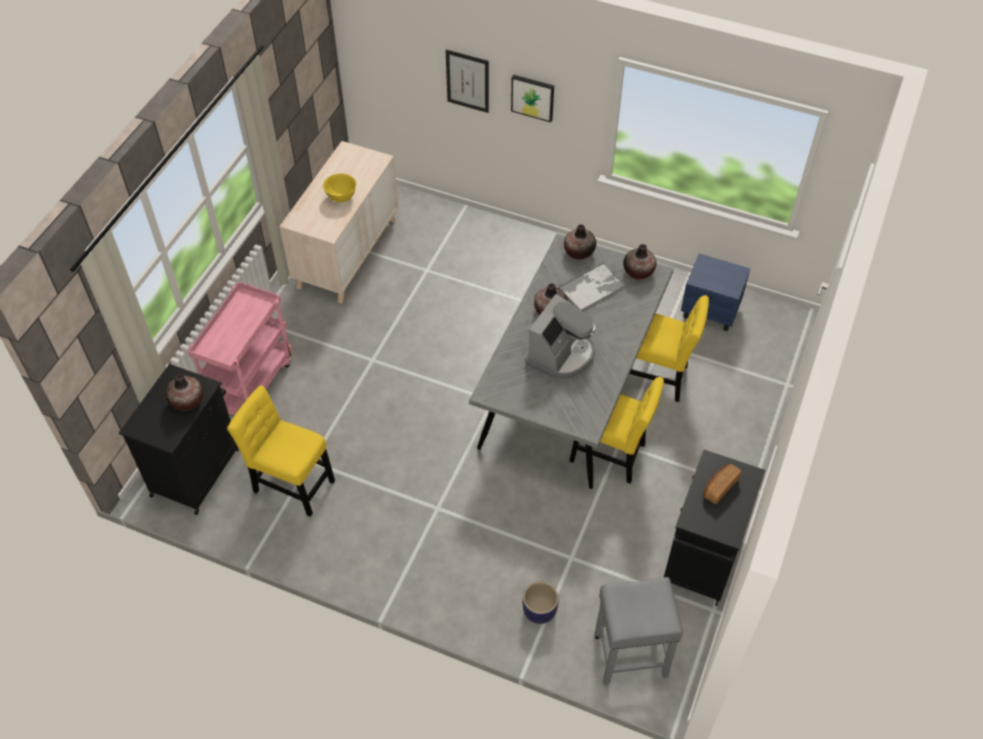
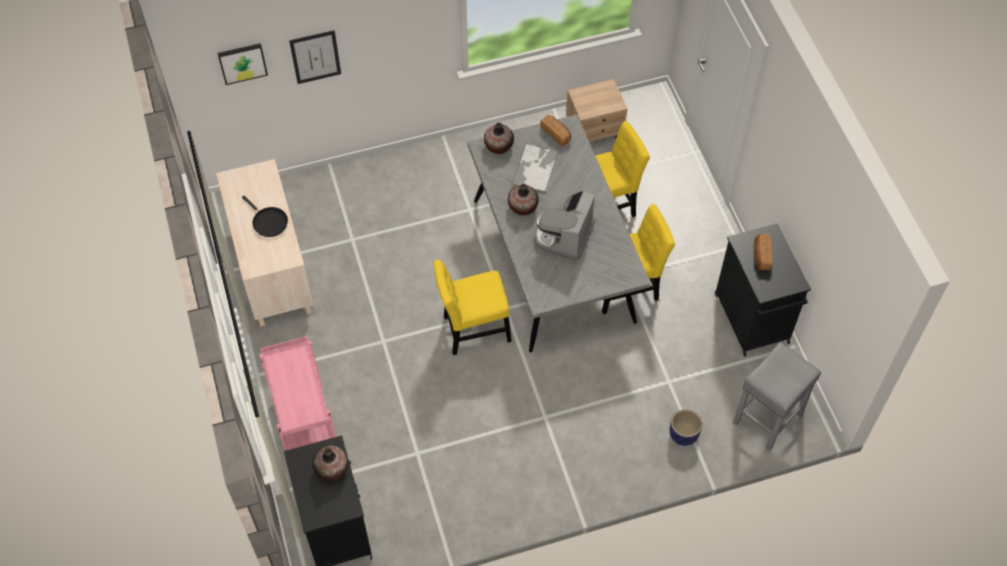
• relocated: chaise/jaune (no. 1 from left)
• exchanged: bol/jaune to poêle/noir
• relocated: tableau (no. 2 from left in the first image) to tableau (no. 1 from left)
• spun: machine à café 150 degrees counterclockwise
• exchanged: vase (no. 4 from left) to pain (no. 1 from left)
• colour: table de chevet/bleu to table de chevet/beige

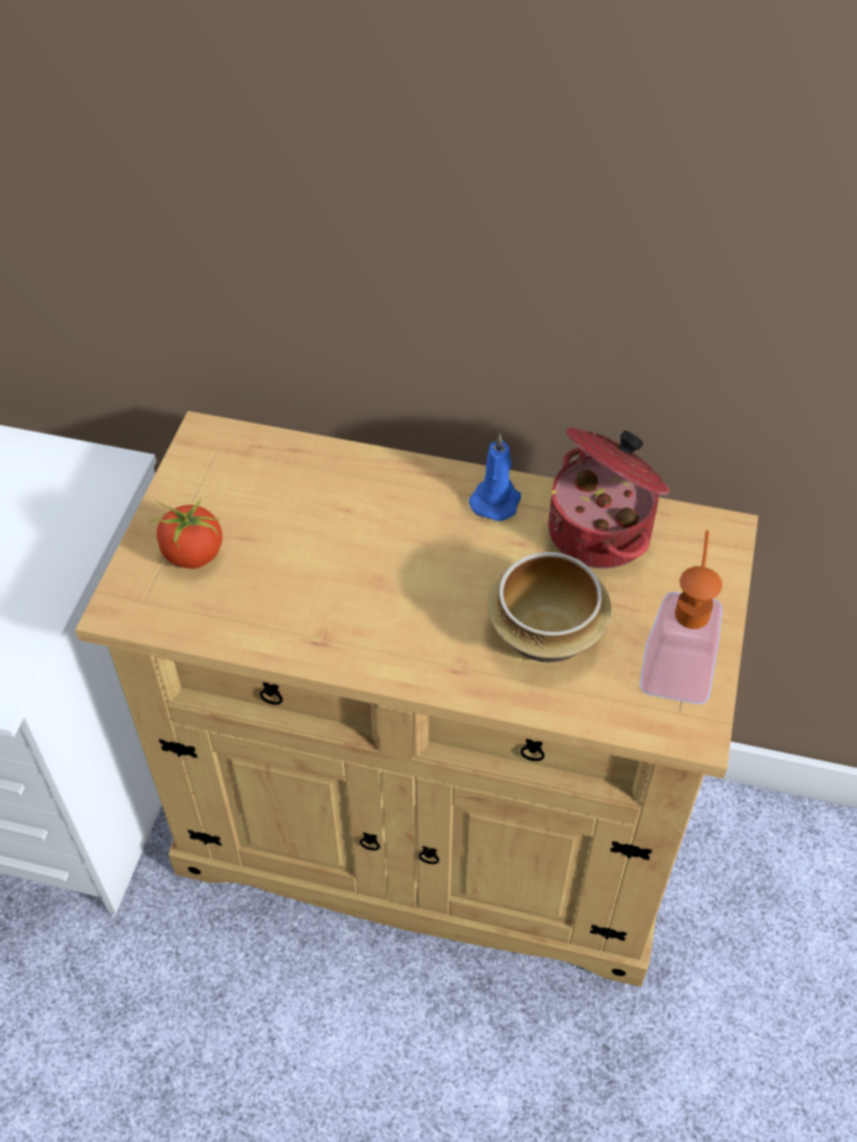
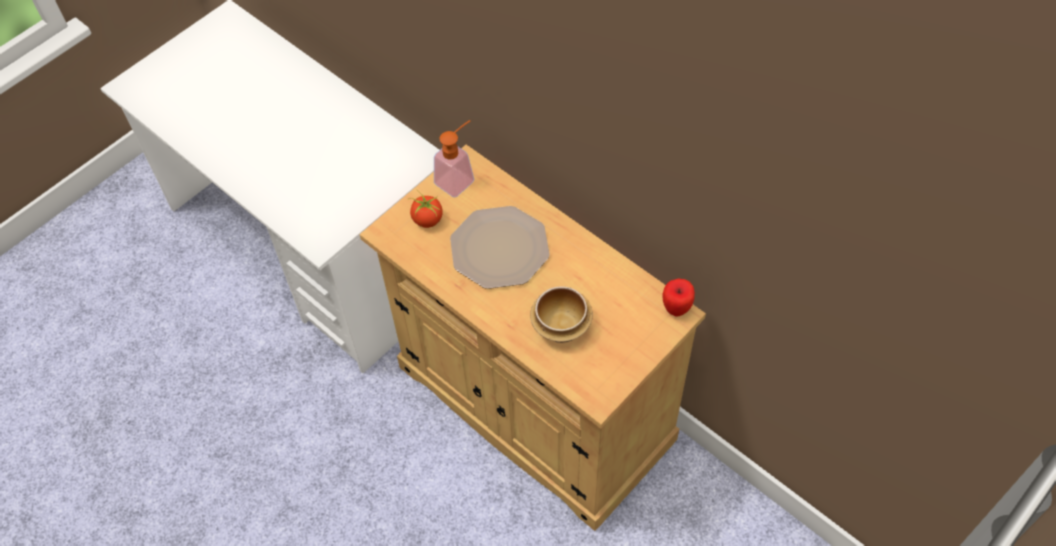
• missing: bougie/bleu
• missing: marmite
• relocated: distributeur de savon
• appeared: assiette
• appeared: pomme

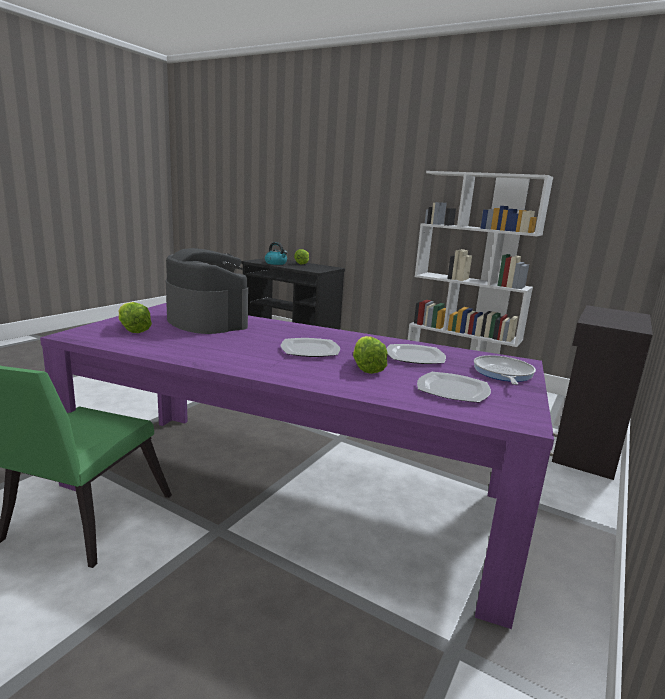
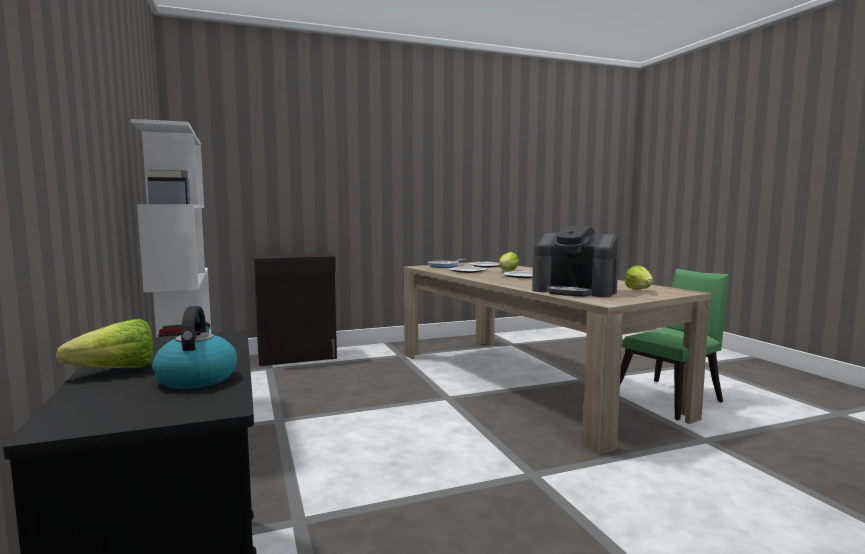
• colour: table à manger/violet to table à manger/beige
• spun: machine à café 60 degrees counterclockwise

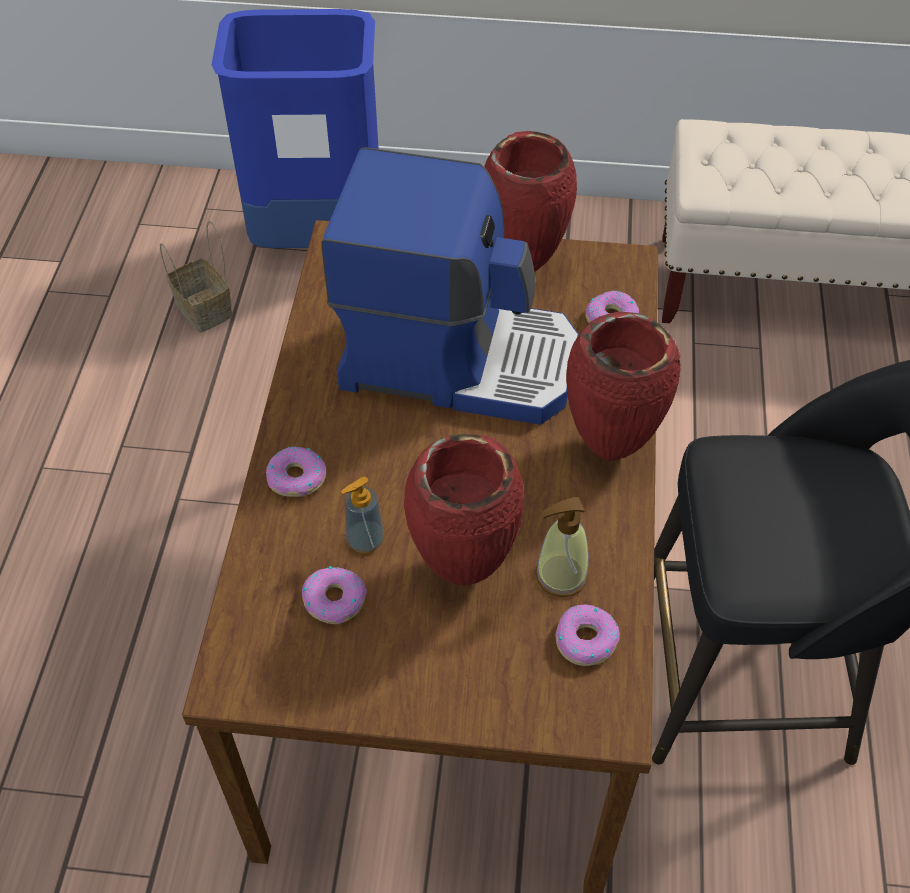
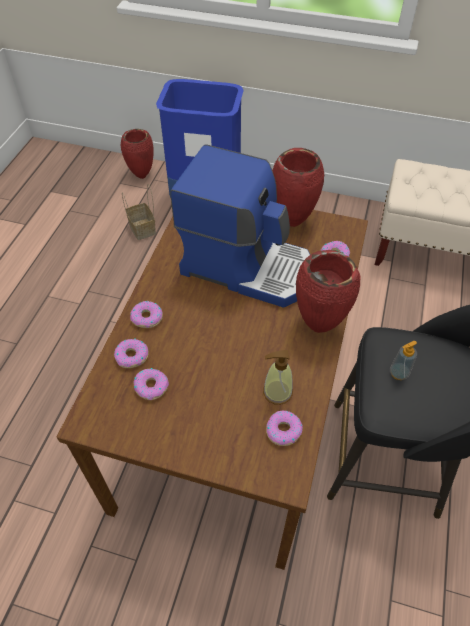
• relocated: distributeur de savon (no. 1 from left in the first image) to distributeur de savon (no. 2 from left)
• relocated: vase/rouge (no. 1 from left)
• appeared: beignet (no. 1 from left)

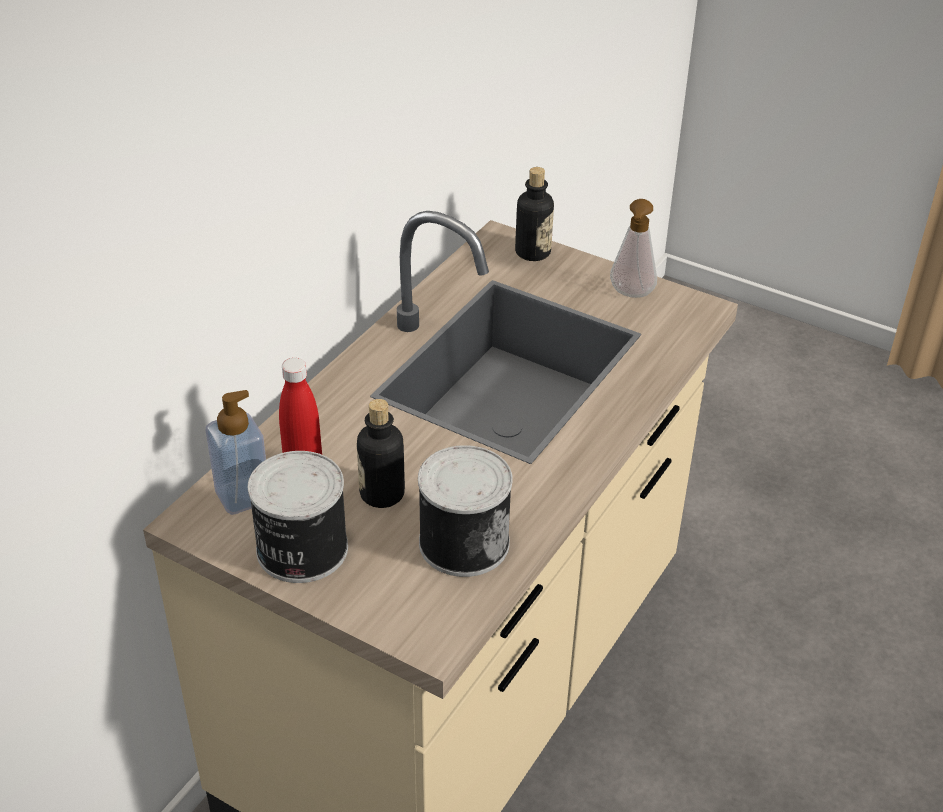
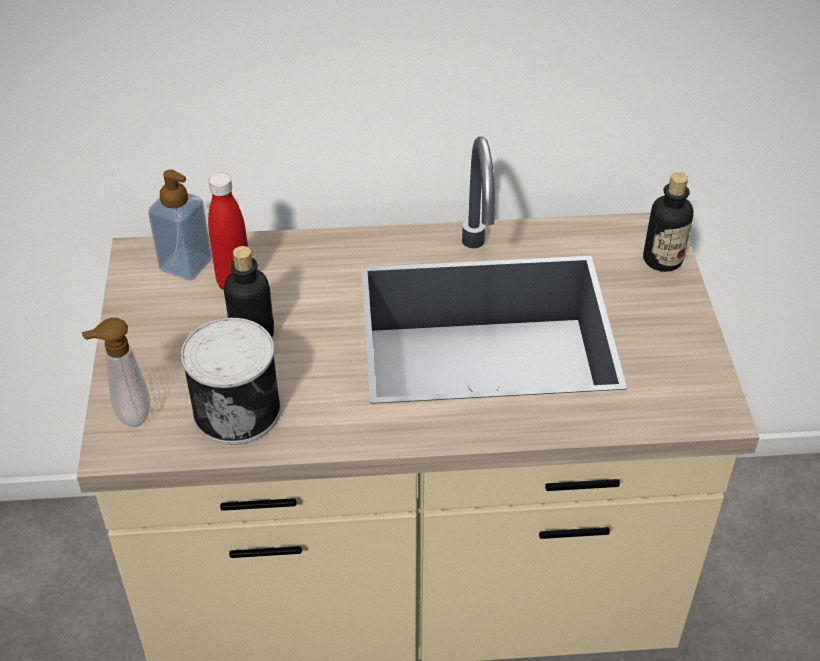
• missing: boîte métallique (no. 1 from left)
• relocated: distributeur de savon (no. 2 from left in the first image) to distributeur de savon (no. 1 from left)

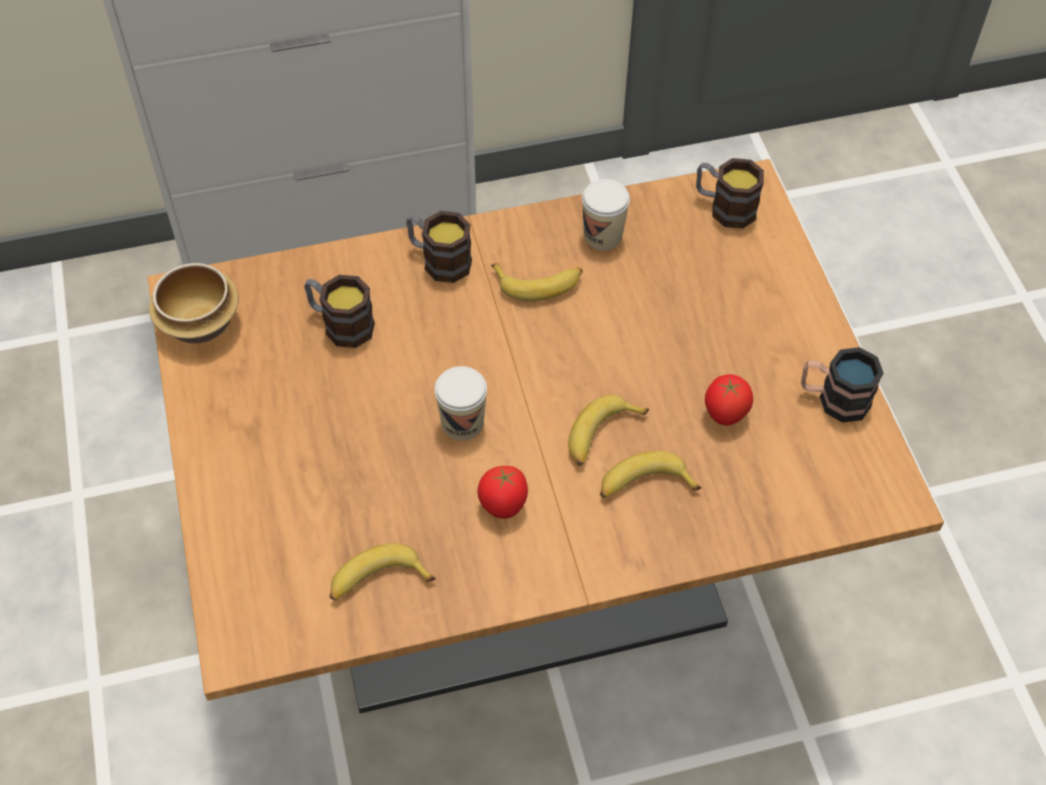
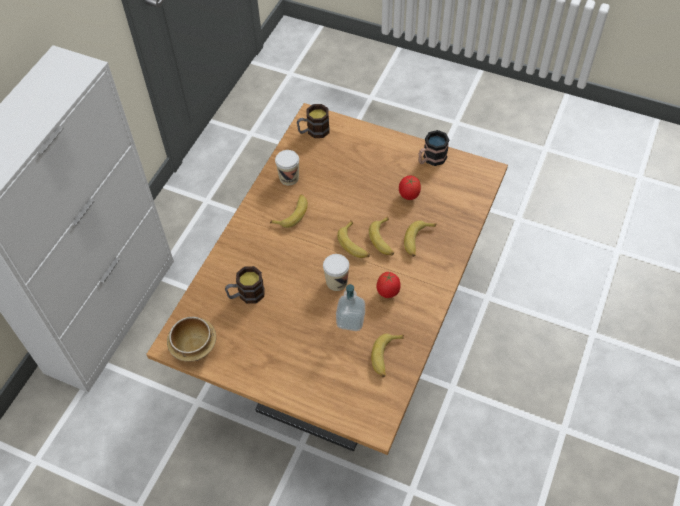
• missing: mug (no. 2 from left)
• appeared: distributeur de savon
• appeared: banane (no. 2 from left)

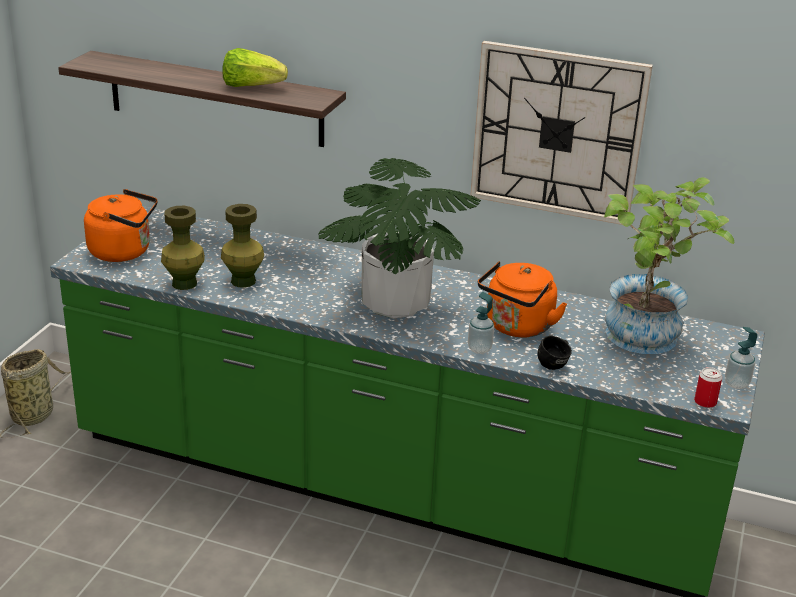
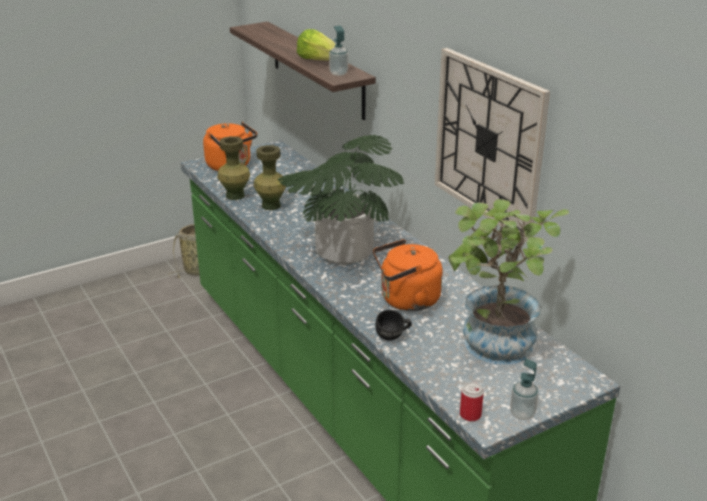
• relocated: distributeur de savon (no. 1 from left)

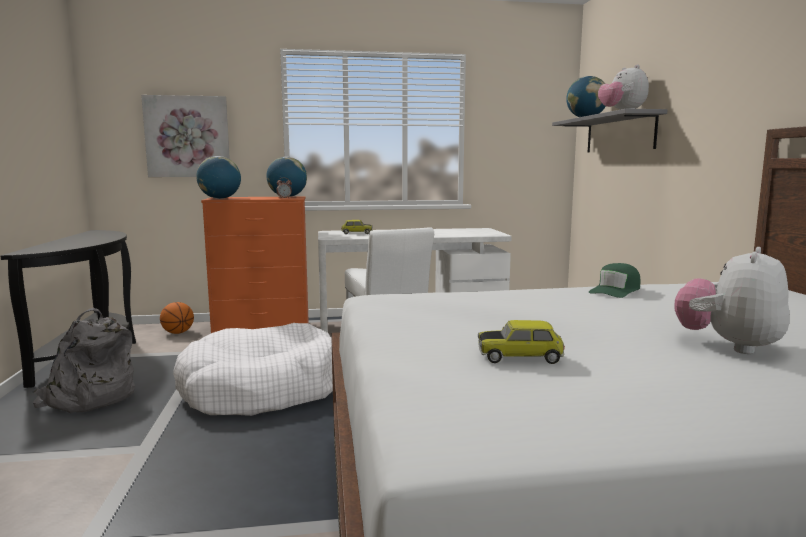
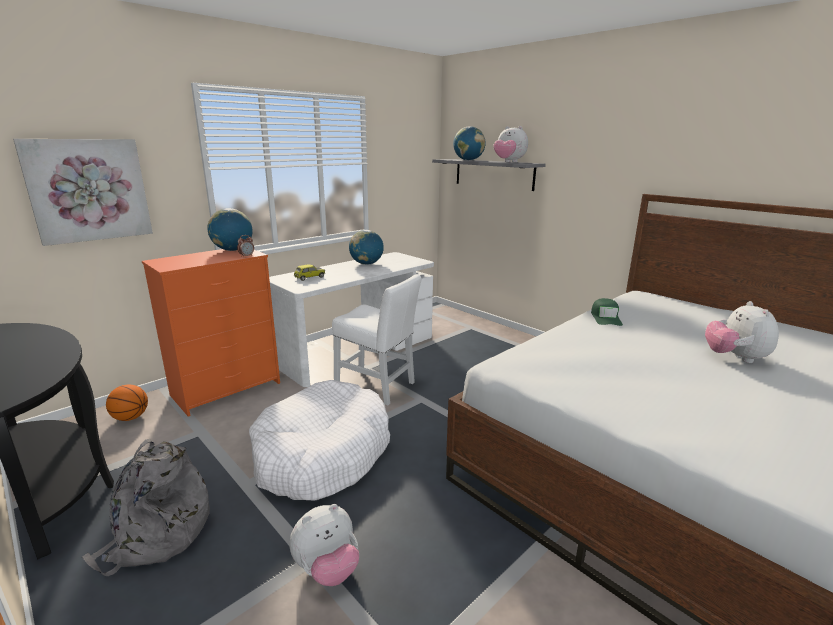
• relocated: globe (no. 1 from left in the first image) to globe (no. 2 from left)
• missing: petite voiture (no. 2 from left)
• appeared: peluche (no. 1 from left)

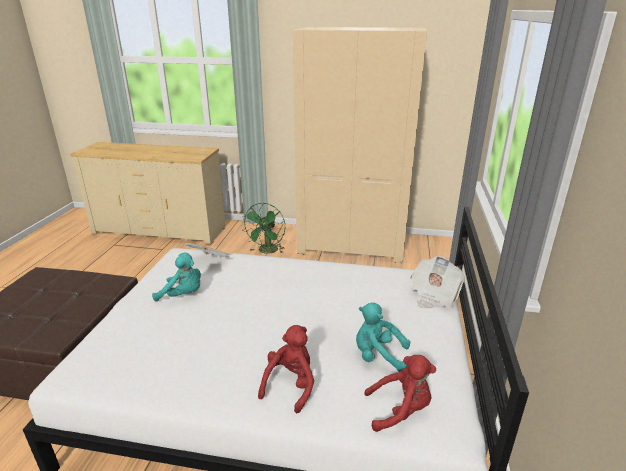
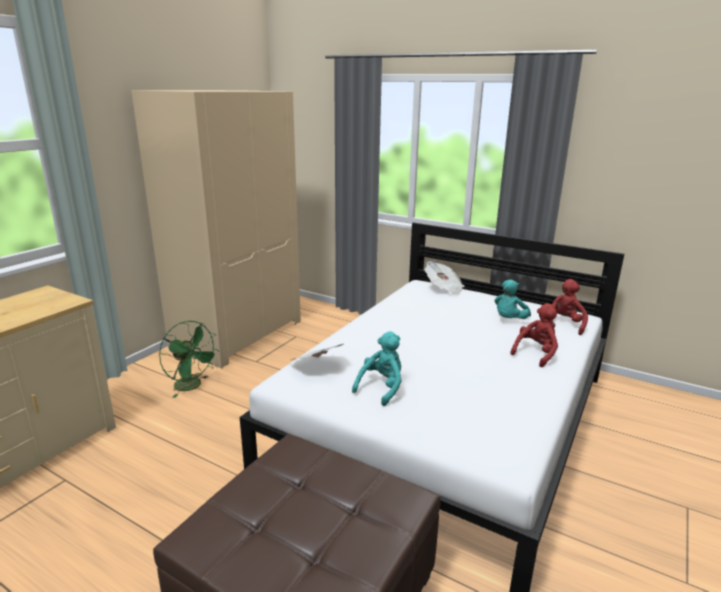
• spun: peluche/rouge (no. 1 from left) 90 degrees clockwise

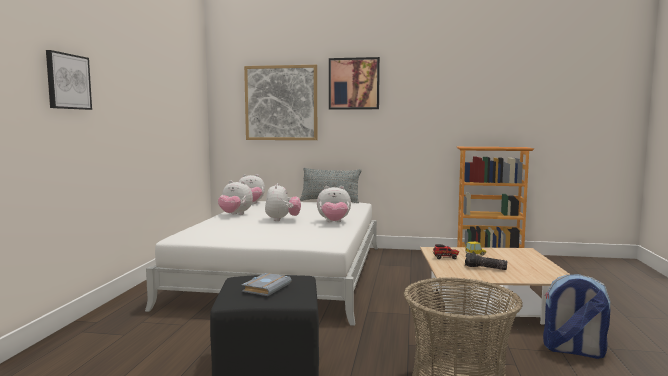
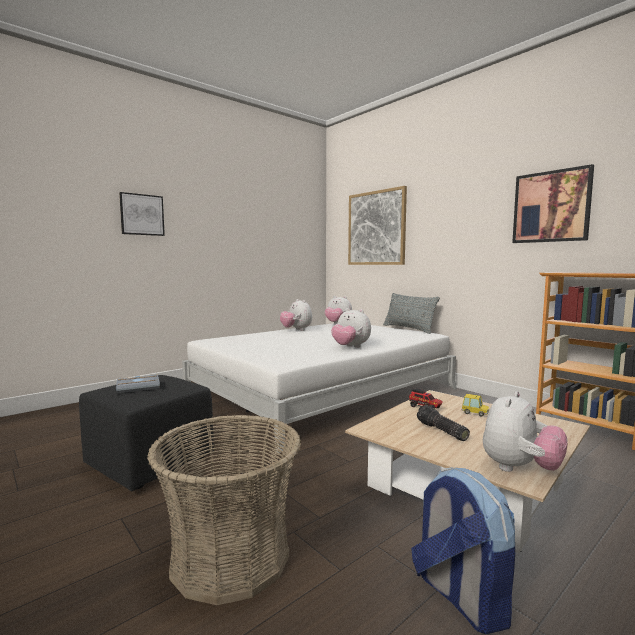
• relocated: peluche (no. 3 from left in the first image) to peluche (no. 4 from left)
• relocated: tableau (no. 3 from left)

